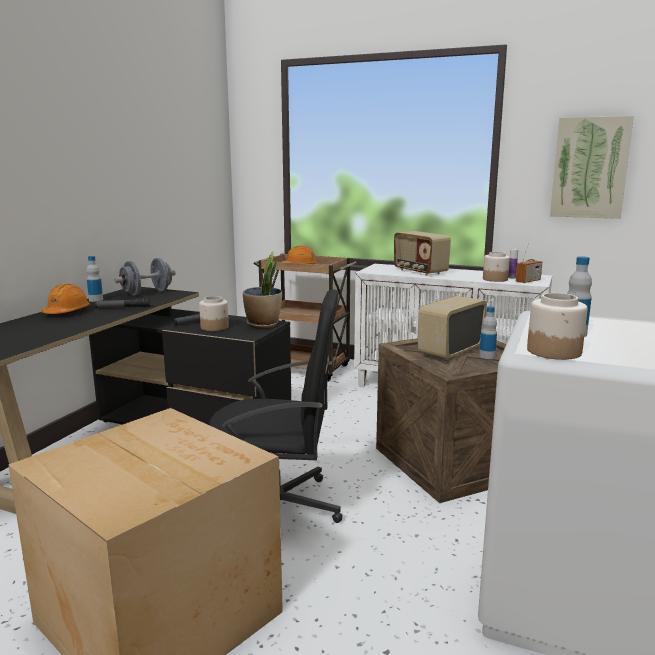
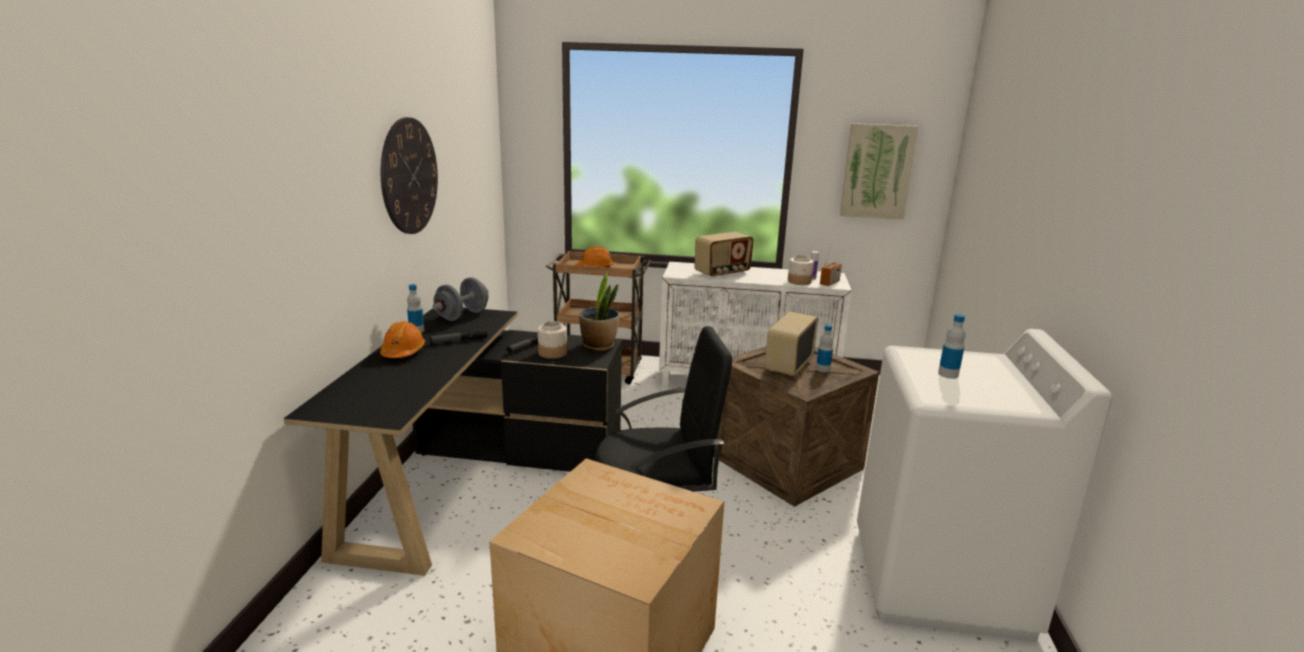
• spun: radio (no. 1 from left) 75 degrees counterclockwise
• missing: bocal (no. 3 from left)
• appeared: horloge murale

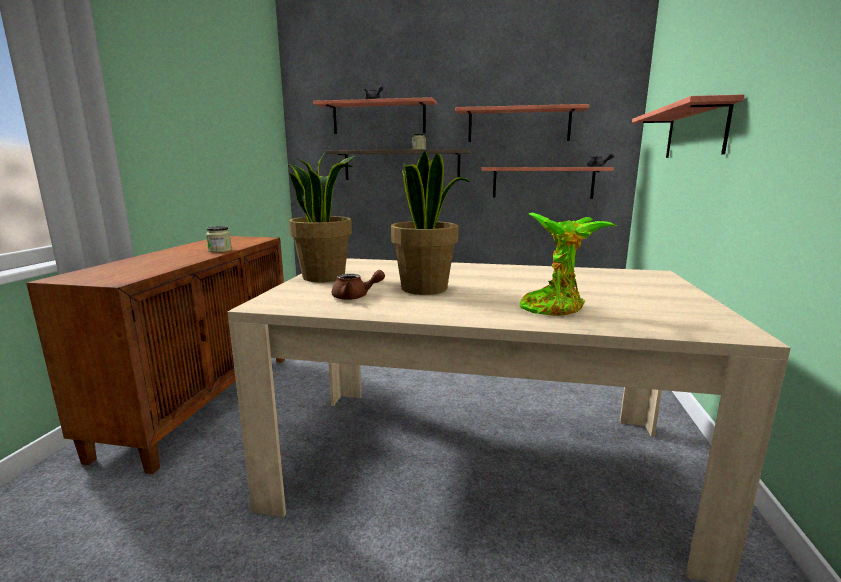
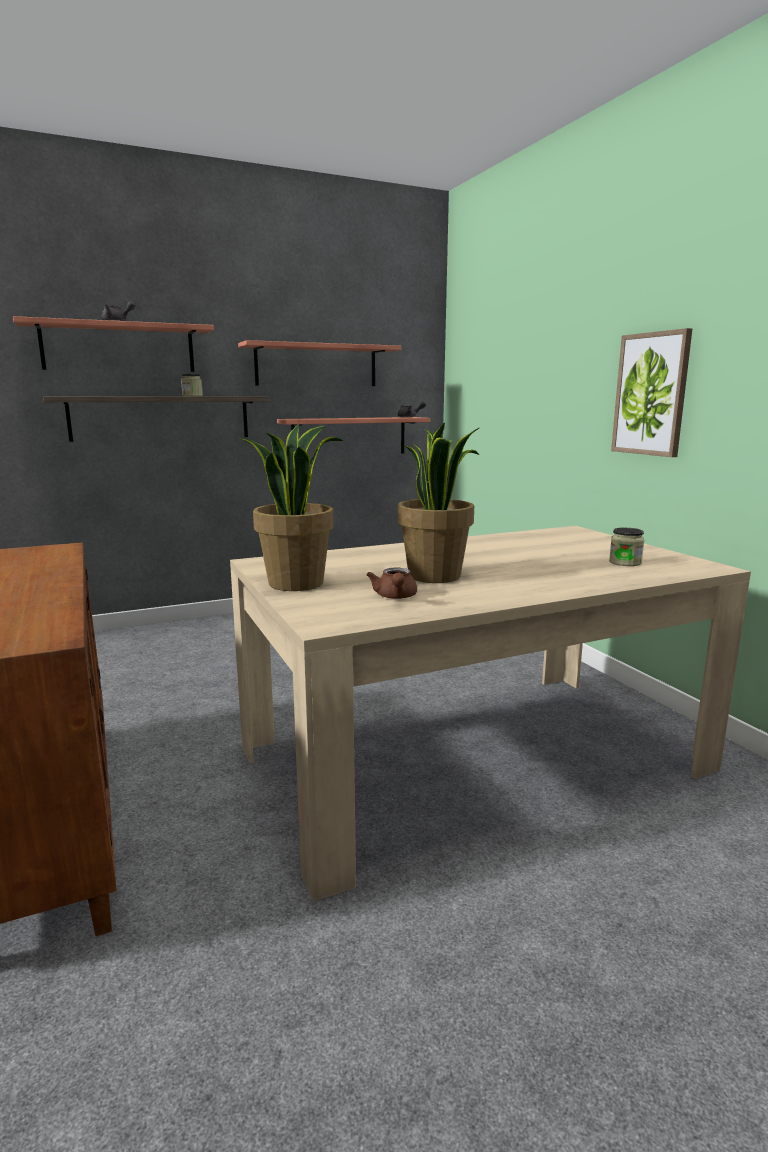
• relocated: bocal (no. 1 from left in the first image) to bocal (no. 2 from left)
• spun: théière/marron 120 degrees clockwise
• missing: plante en pot (no. 3 from left)
• missing: étagère (no. 5 from left)
• appeared: tableau

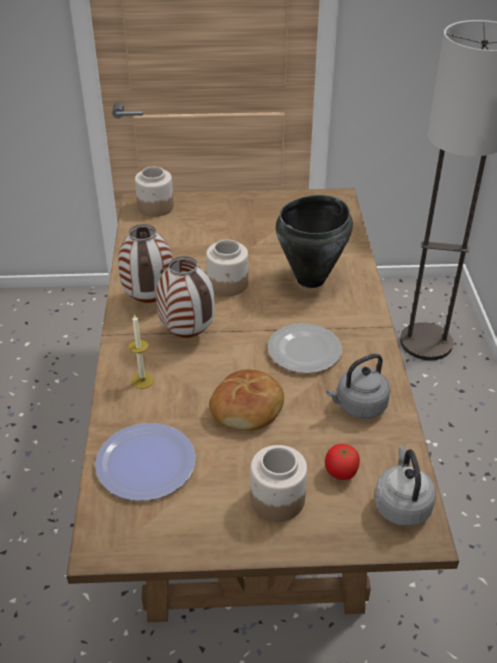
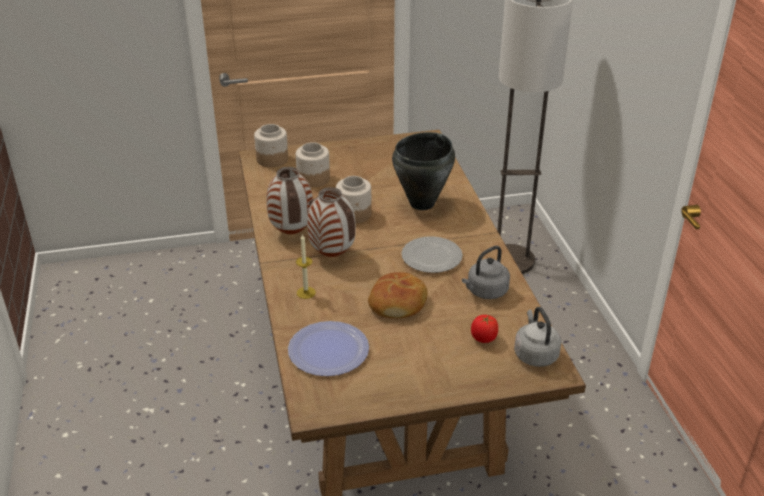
• relocated: bocal (no. 3 from left in the first image) to bocal (no. 2 from left)

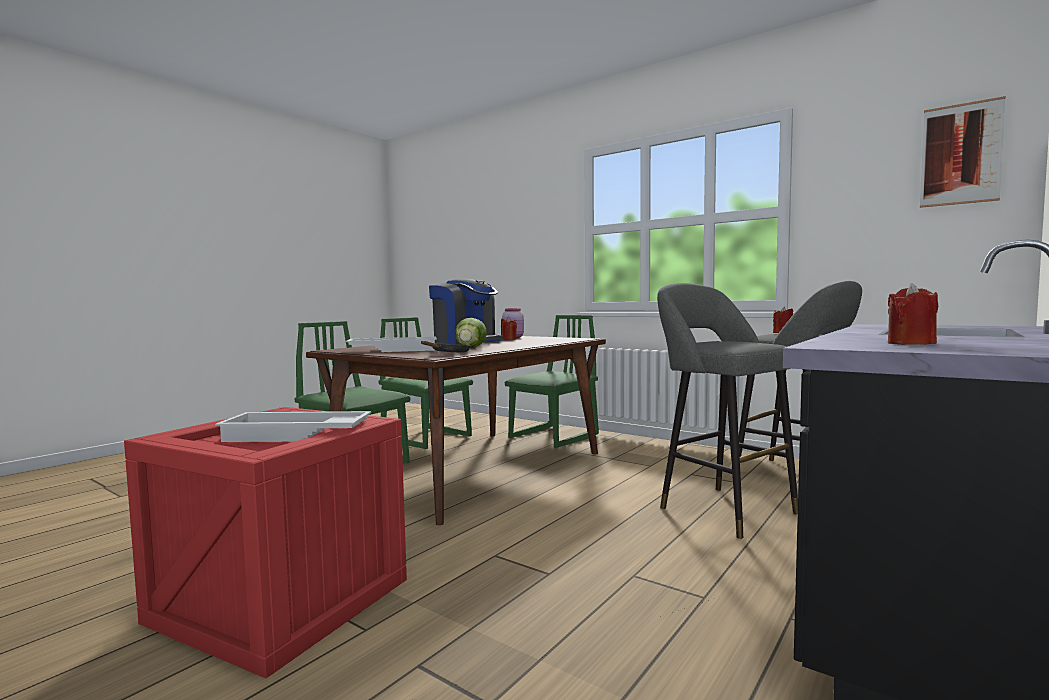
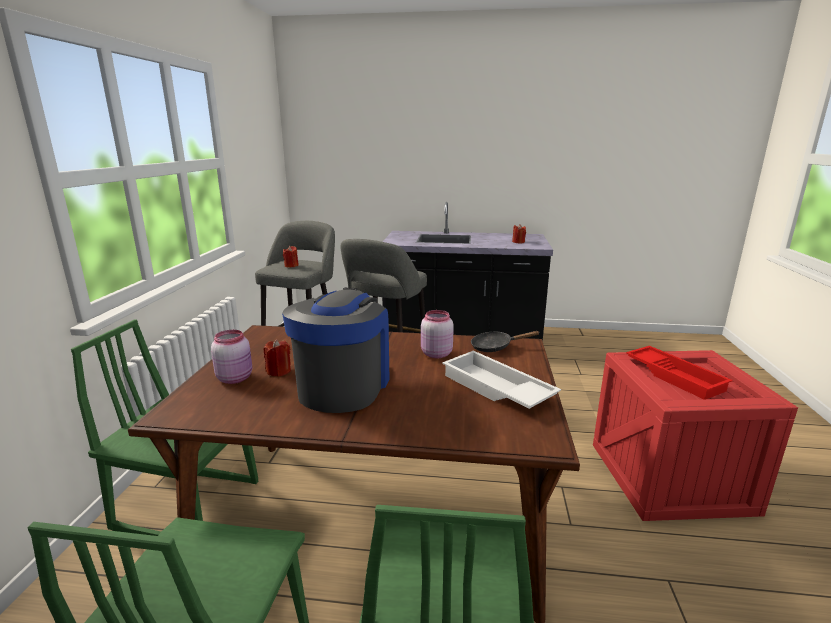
• colour: plateau/blanc (no. 1 from left) to plateau/rouge
• exchanged: laitue to bocal/rose (no. 2 from left)
• missing: tableau

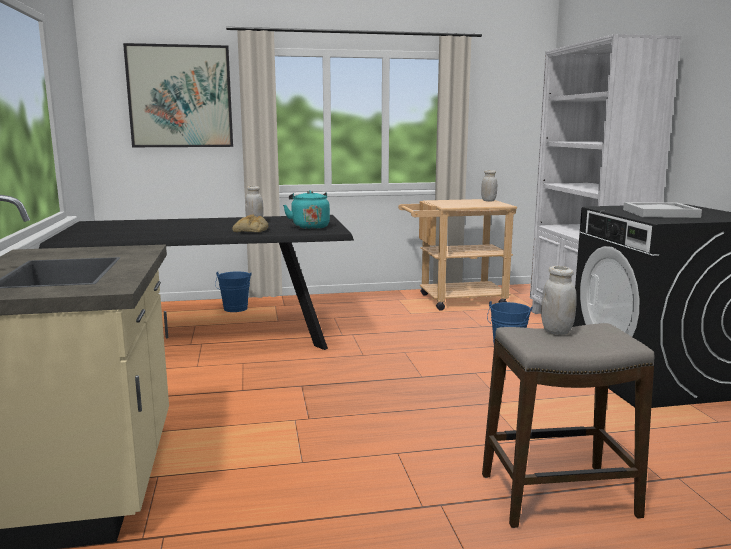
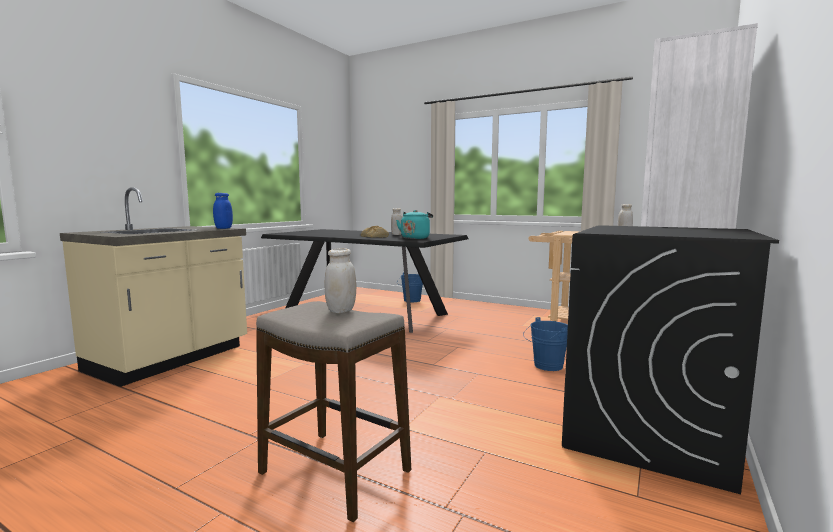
• missing: tableau
• missing: plateau/blanc
• appeared: bocal/bleu

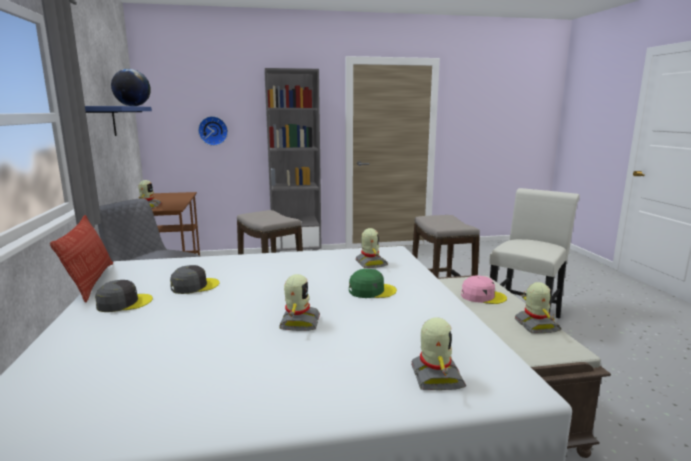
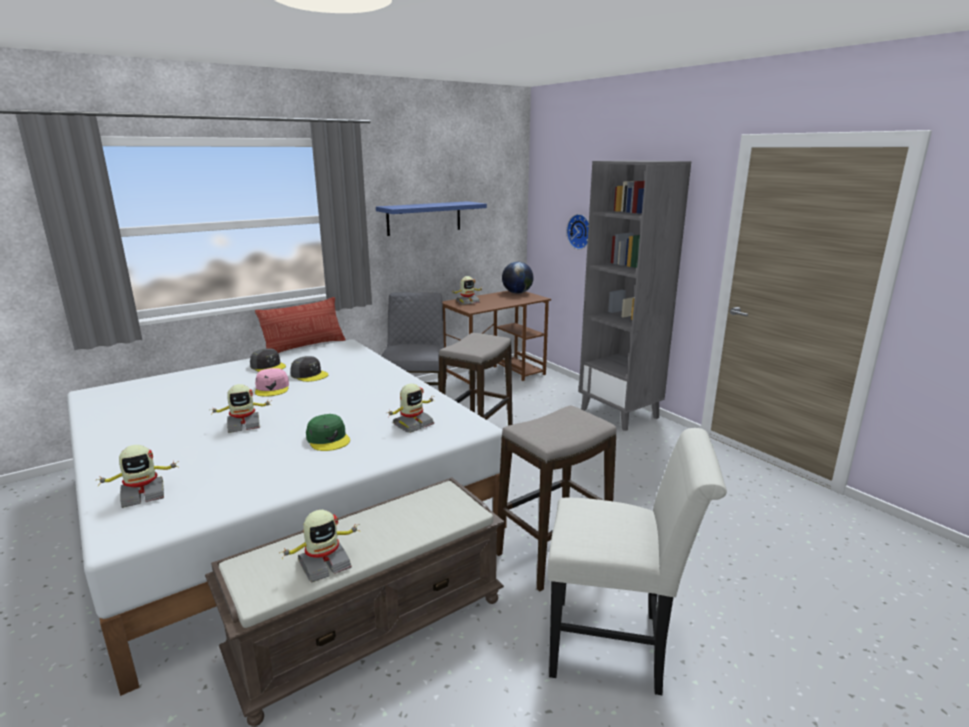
• relocated: globe
• relocated: casquette/rose

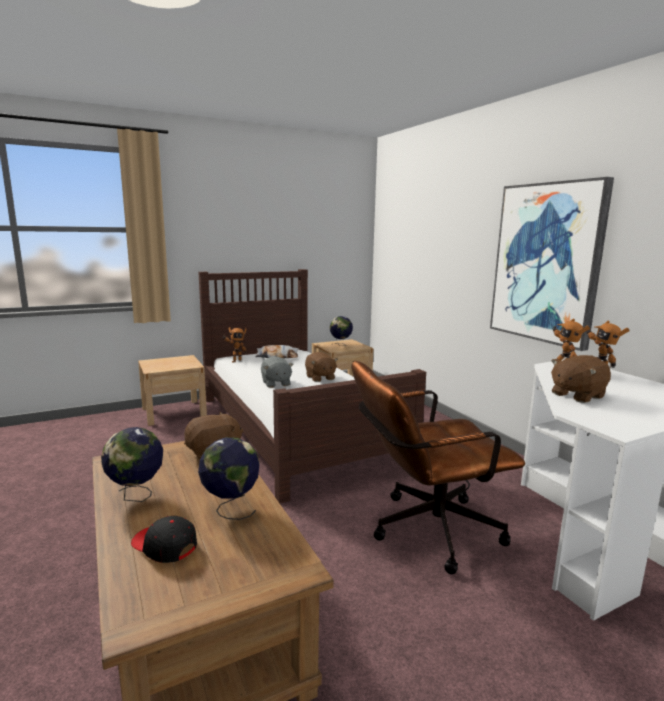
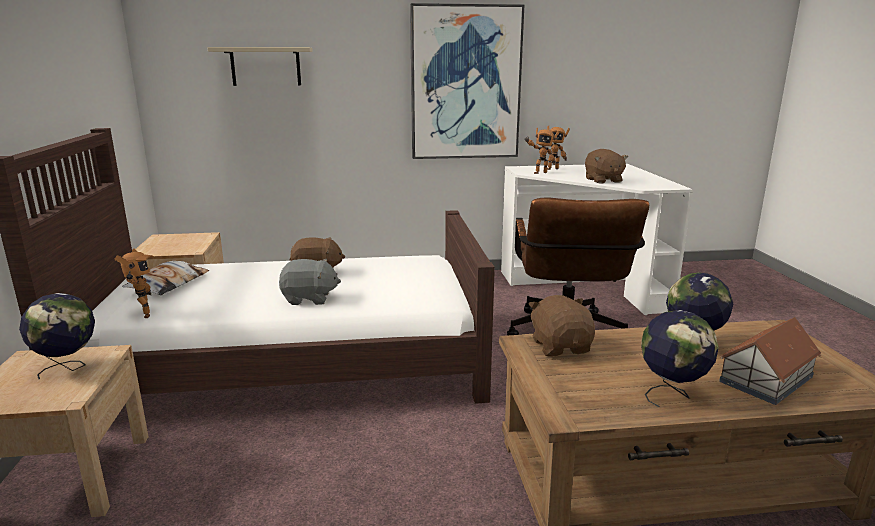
• exchanged: casquette/noir to maison miniature
• relocated: globe (no. 3 from left in the first image) to globe (no. 1 from left)
• appeared: étagère/beige

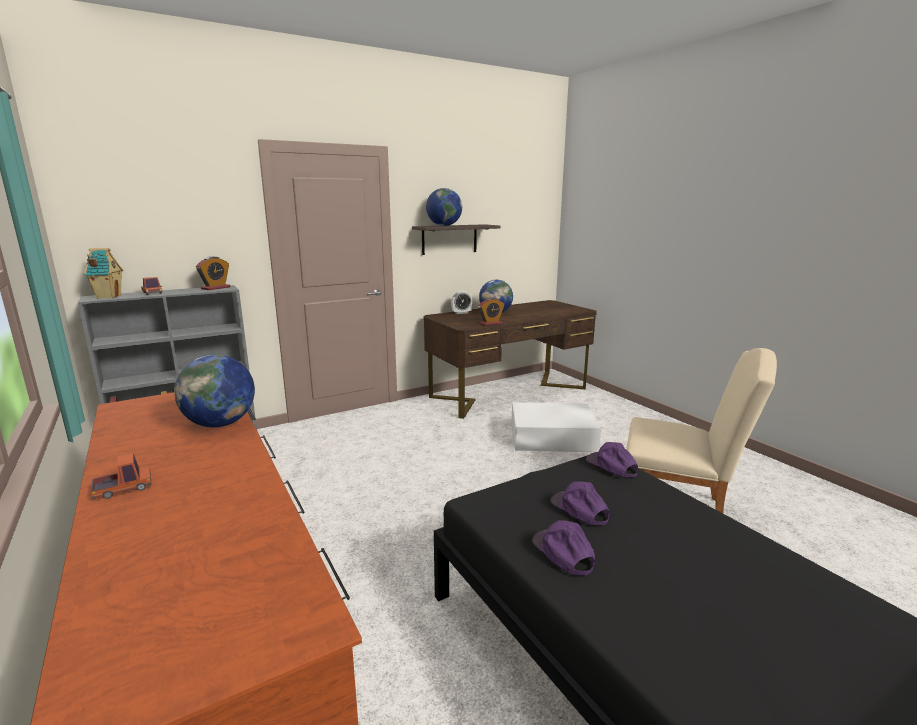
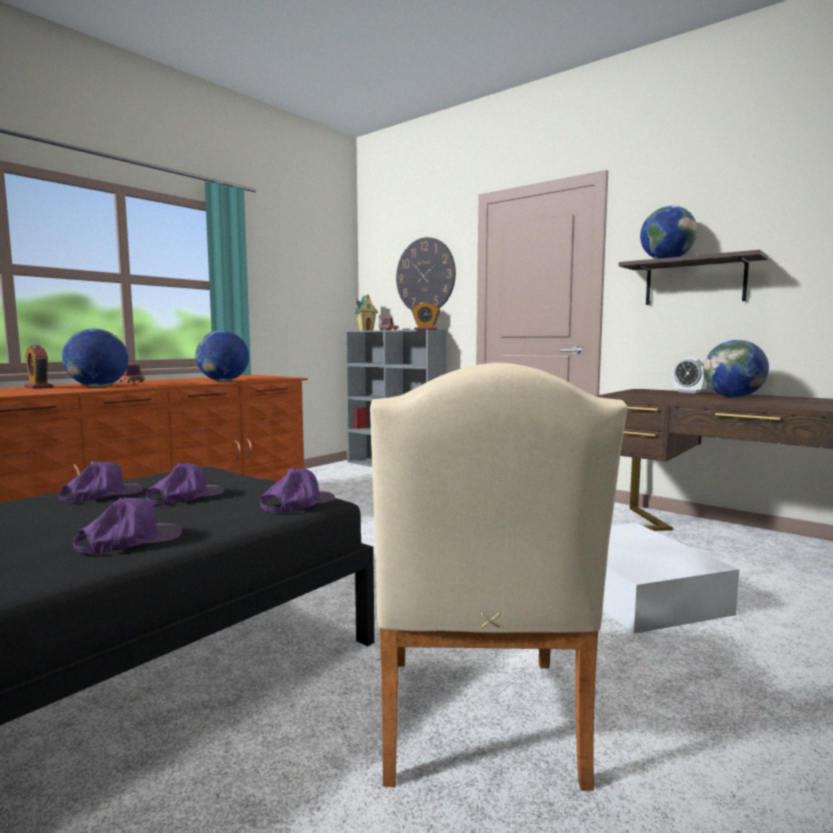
• relocated: réveil (no. 3 from left in the first image) to réveil (no. 1 from left)
• appeared: globe (no. 1 from left)
• appeared: casquette/violet (no. 2 from left)
• appeared: horloge murale

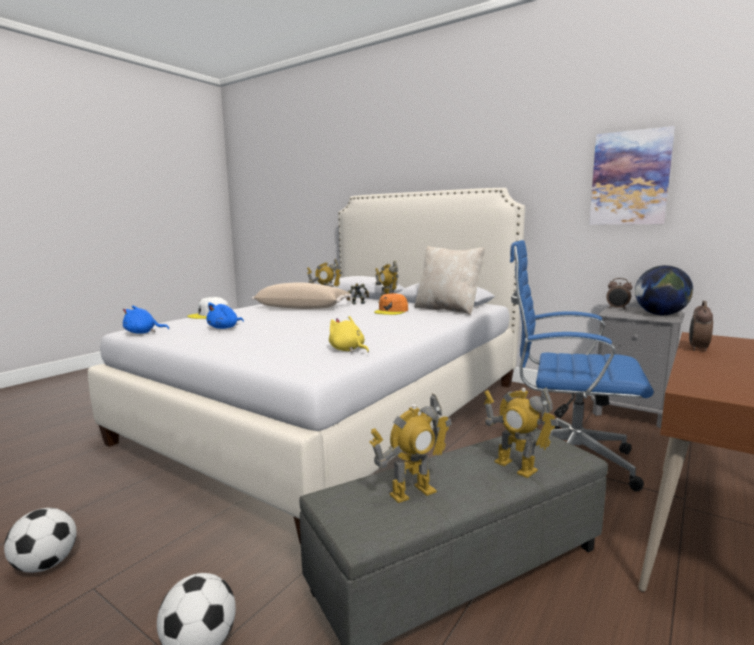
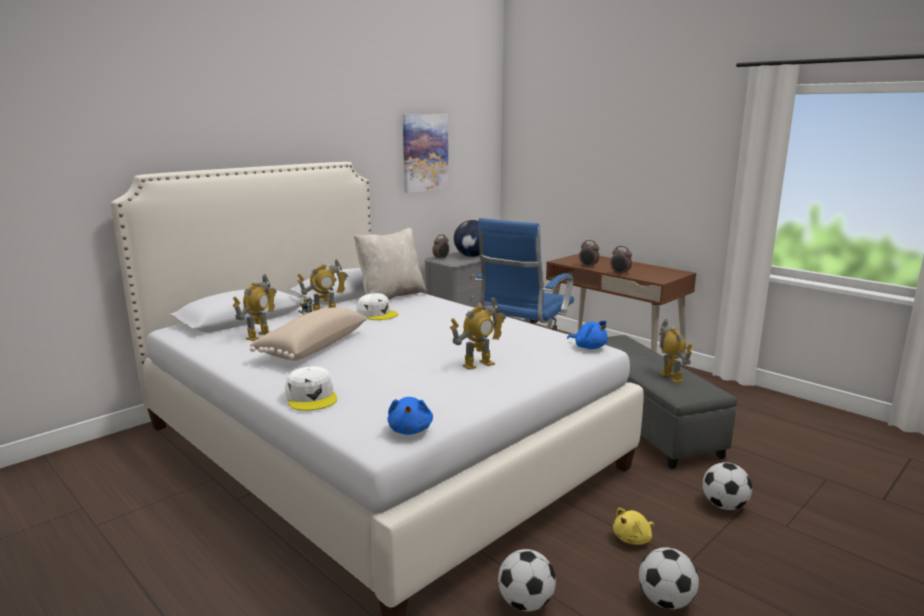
• relocated: peluche/bleu (no. 2 from left)
• relocated: peluche/jaune
• colour: casquette/orange to casquette/blanc (no. 2 from left)
• relocated: robot jouet (no. 5 from left in the first image) to robot jouet (no. 4 from left)
• appeared: ballon de foot (no. 1 from left)
• appeared: réveil (no. 3 from left)

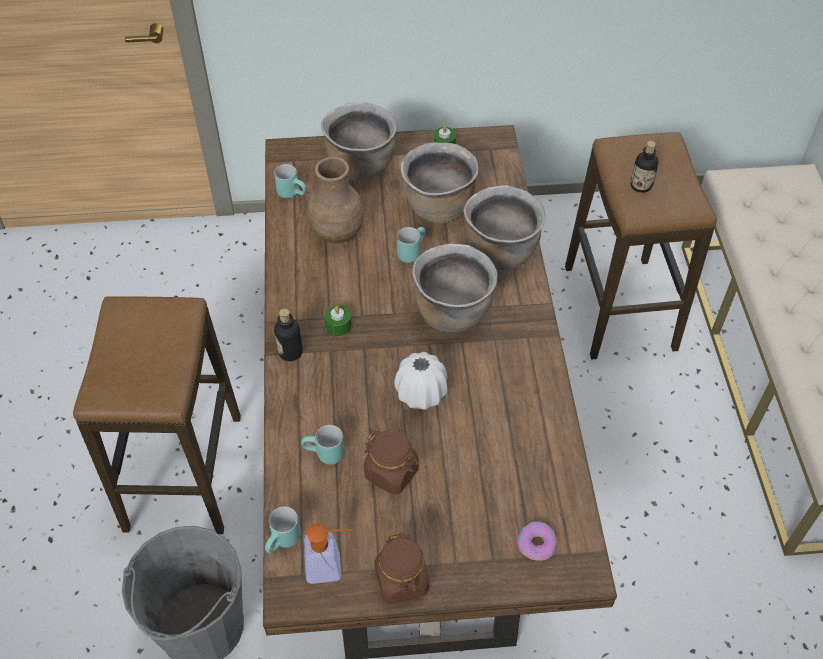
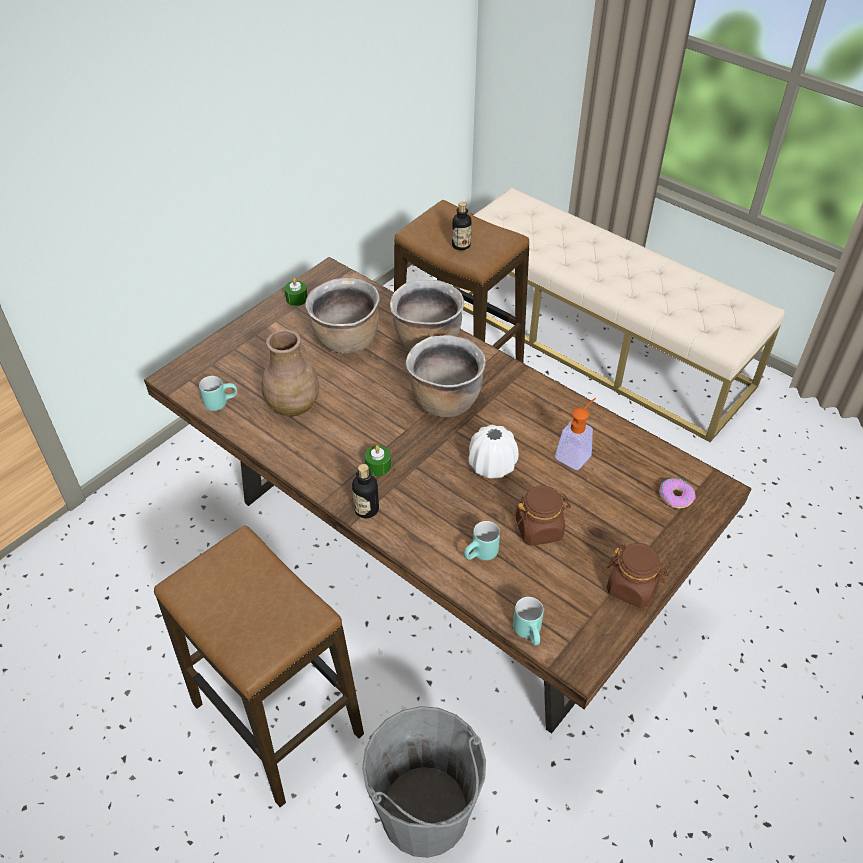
• relocated: distributeur de savon
• missing: marmite/marron (no. 1 from left)
• missing: mug/turquoise (no. 4 from left)

